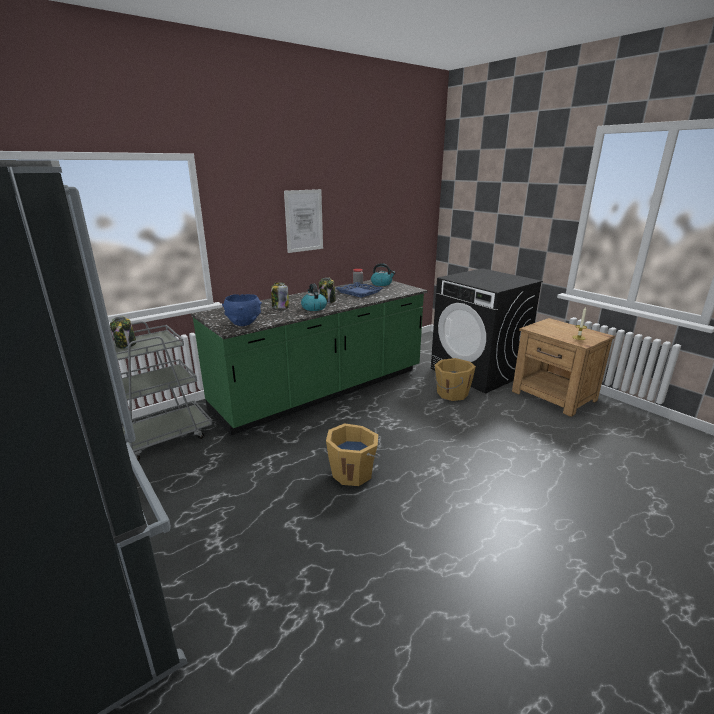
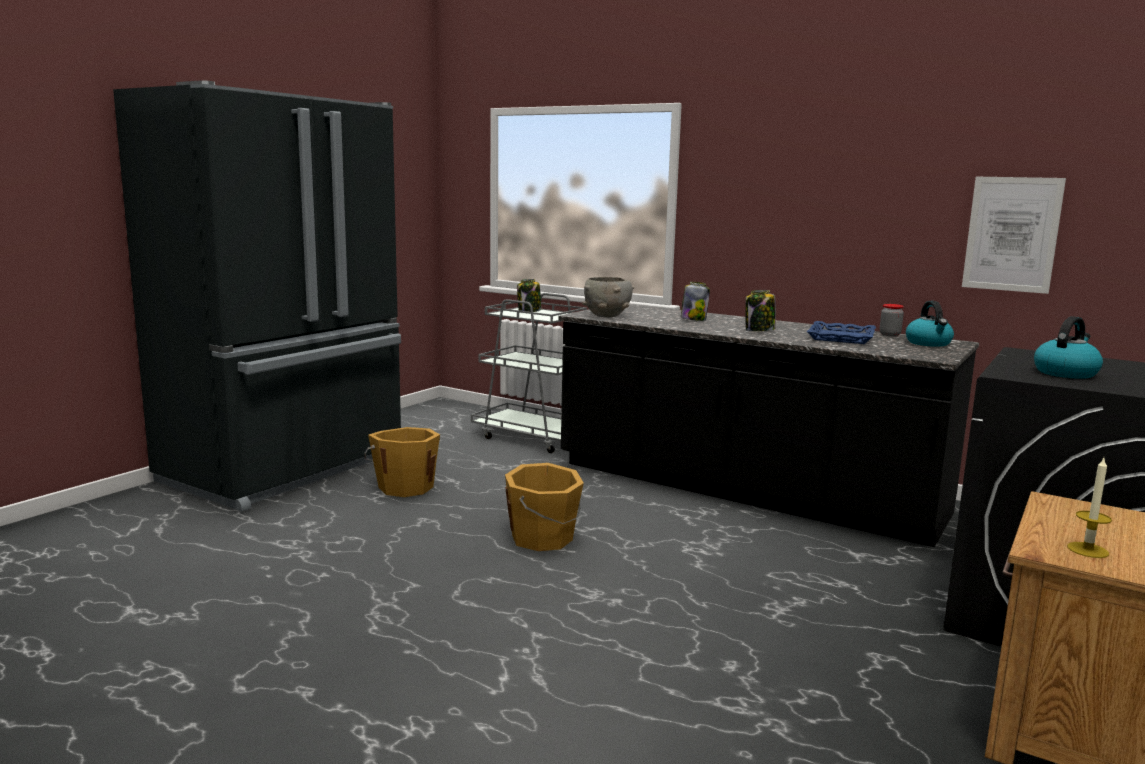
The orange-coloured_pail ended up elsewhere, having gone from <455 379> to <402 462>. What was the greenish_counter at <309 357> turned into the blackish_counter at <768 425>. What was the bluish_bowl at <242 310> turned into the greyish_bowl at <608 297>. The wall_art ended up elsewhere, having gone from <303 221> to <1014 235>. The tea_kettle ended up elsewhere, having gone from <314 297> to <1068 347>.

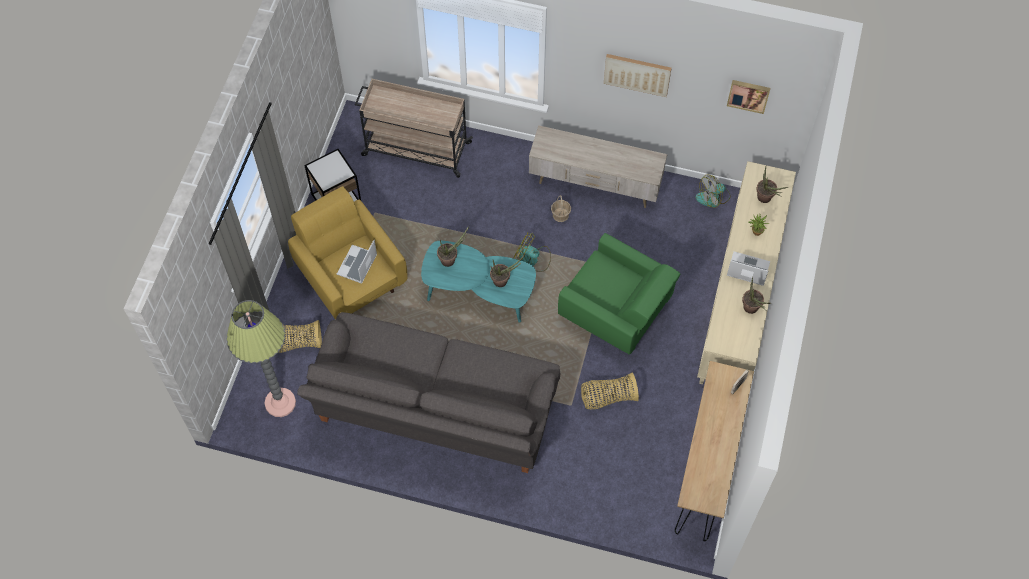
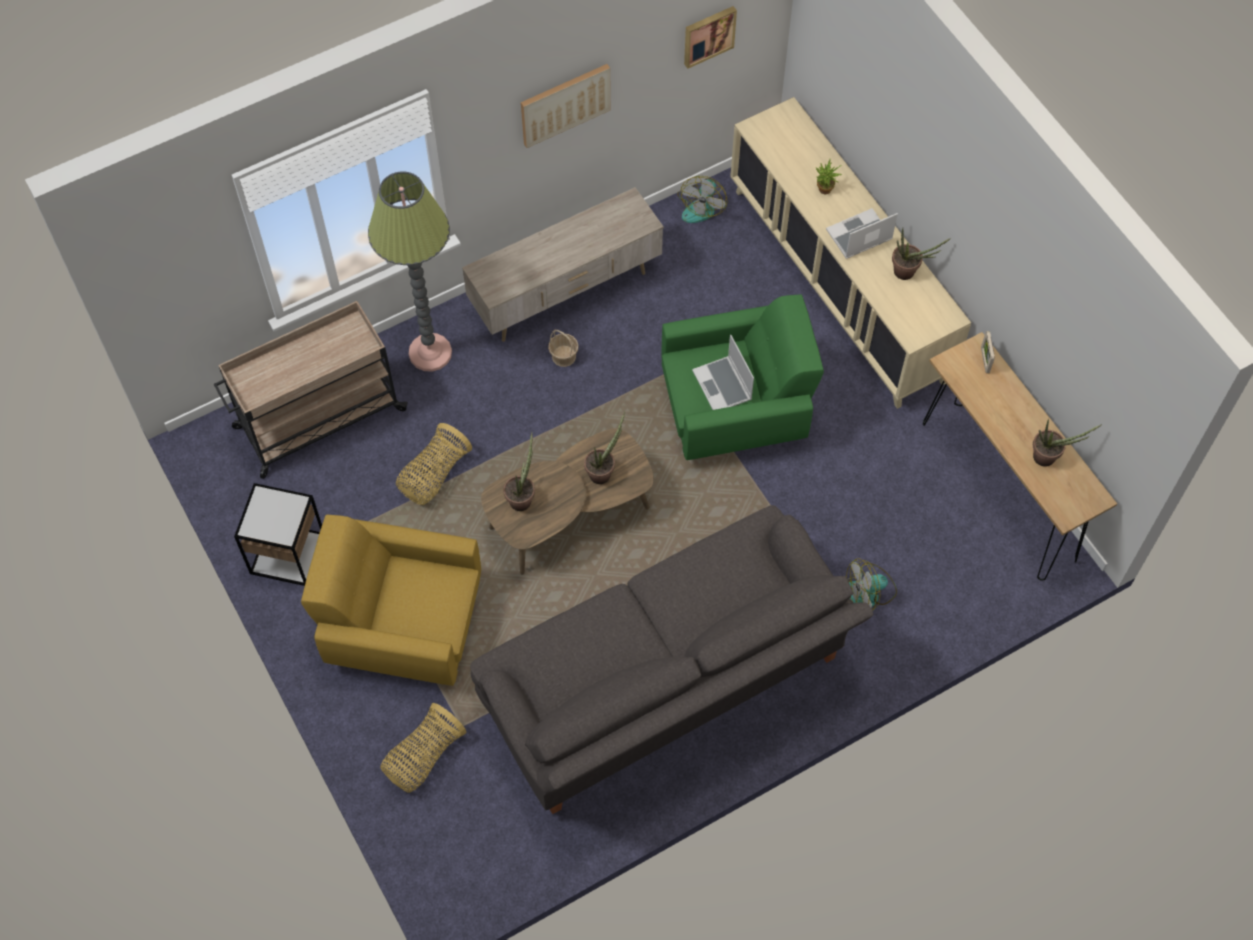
The standard_lamp ended up elsewhere, having gone from <261 358> to <410 271>. The household_basket ended up elsewhere, having gone from <610 391> to <434 464>. What was the turquoise-coloured_lounge_table at <478 282> turned into the brown_lounge_table at <567 501>. The laptop ended up elsewhere, having gone from <357 262> to <723 372>. The fan ended up elsewhere, having gone from <532 252> to <871 584>. The houseplant ended up elsewhere, having gone from <772 185> to <1067 443>.

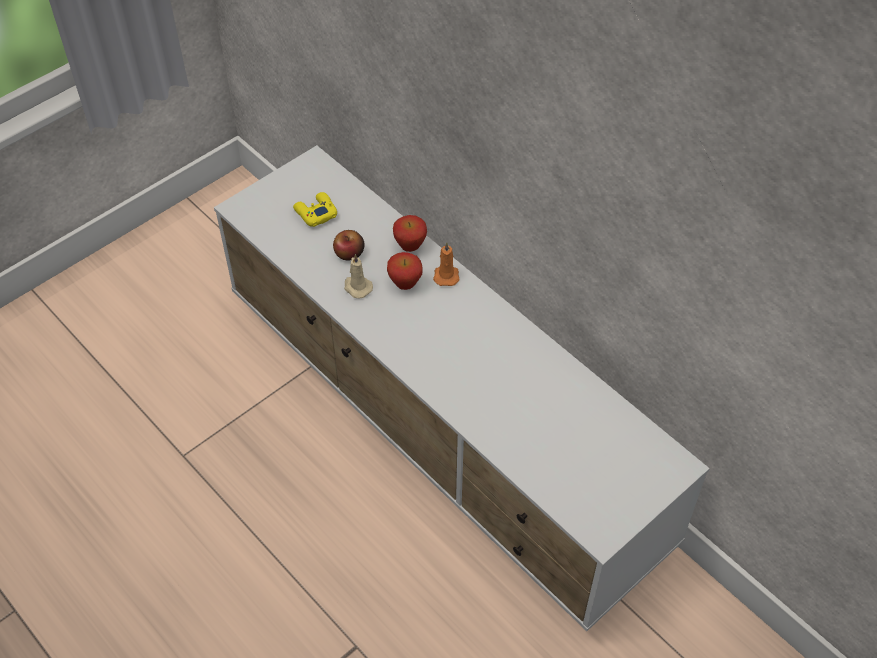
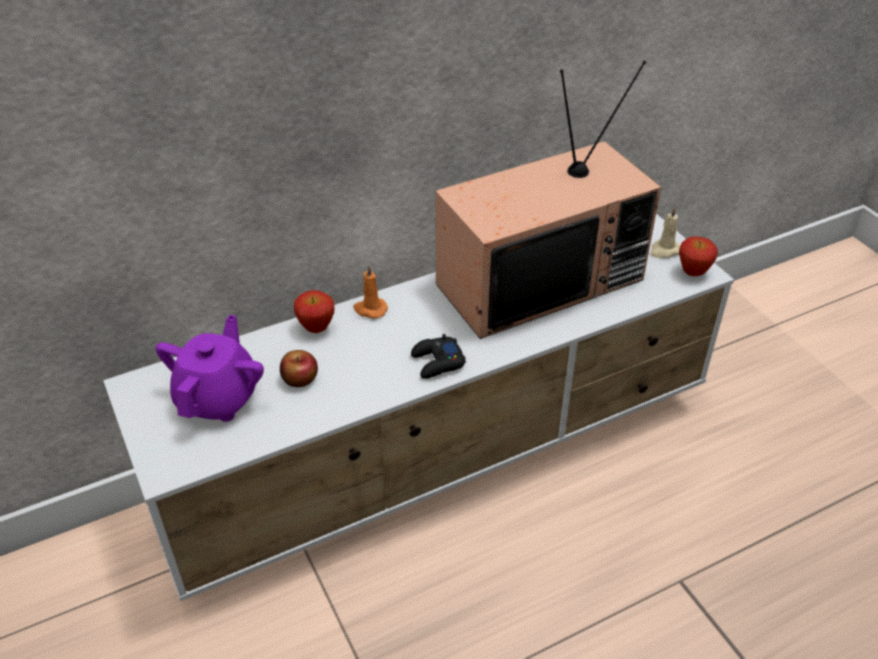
Where the yellowish_gamepad stood at <315 209>, the purple-coloured_pot_for_tea came to stand at <210 368>. The second view gained the blackish_gamepad at <438 356>. The second view gained the TV at <548 200>. The beige-coloured_wax_light ended up elsewhere, having gone from <358 276> to <665 232>. The whole_apple ended up elsewhere, having gone from <405 271> to <698 256>.

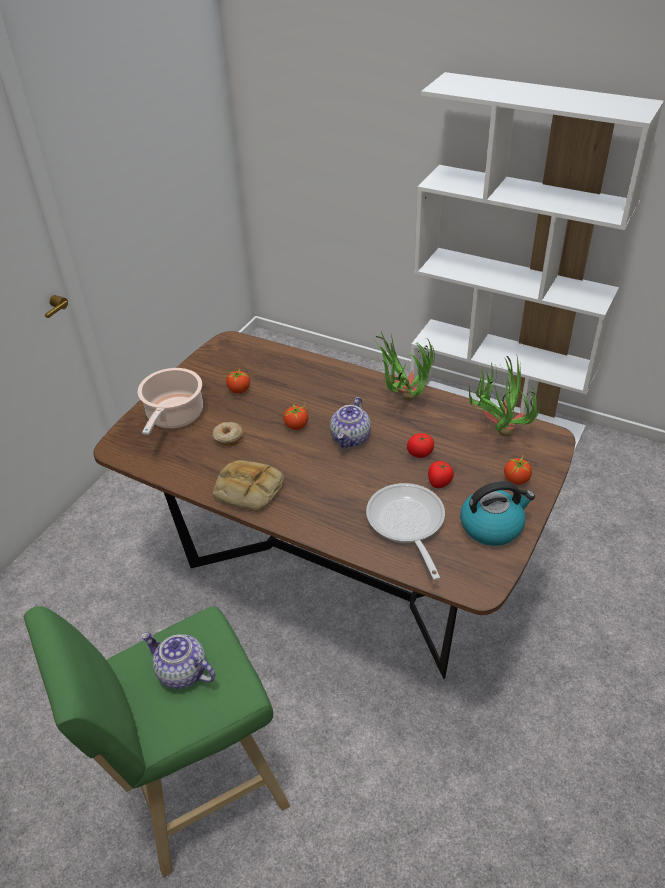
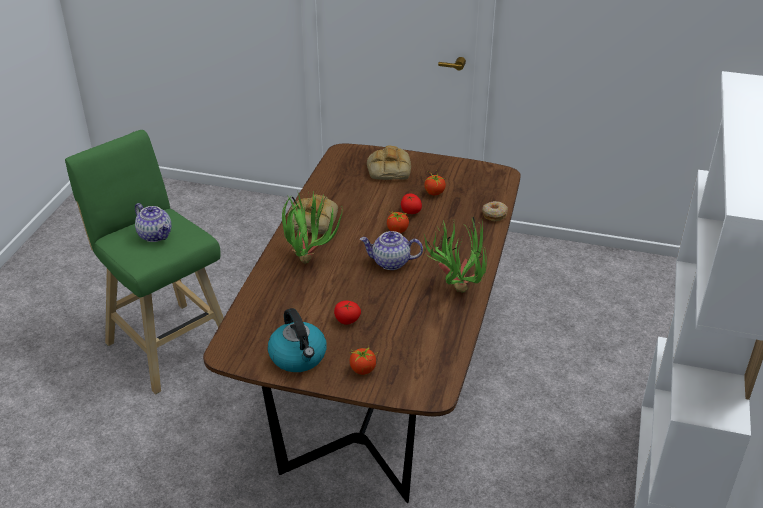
The pot_for_tea at <178 660> ended up facing another way, 120 degrees clockwise from before. The houseplant ended up elsewhere, having gone from <504 396> to <312 227>. Where the stockpot stood at <170 401>, the bakery_bread came to stand at <389 163>. The tomato ended up elsewhere, having gone from <420 445> to <411 204>. The ring_doughnut ended up elsewhere, having gone from <228 434> to <495 211>. The second view lost the skillet at <405 531>.

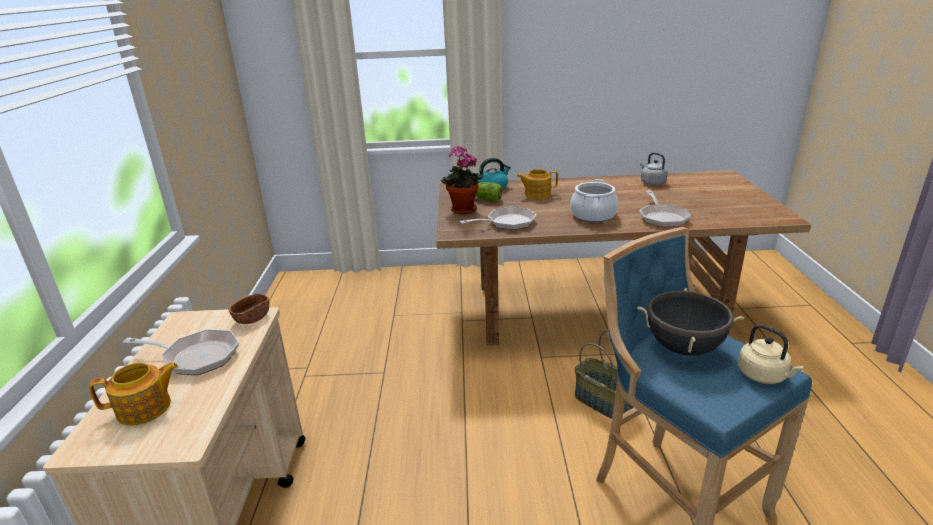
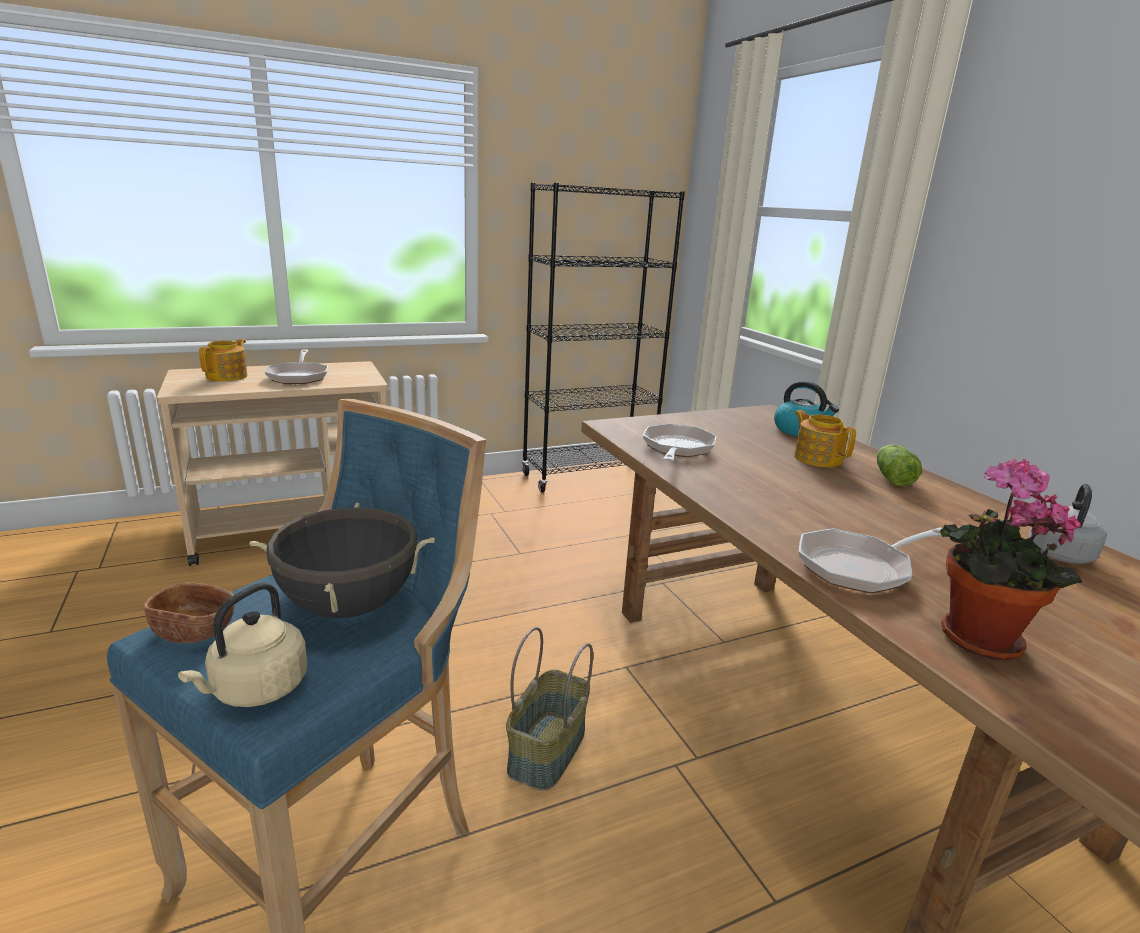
The brown_bowl ended up elsewhere, having gone from <249 309> to <189 612>. The pot_for_tea at <133 394> ended up facing another way, 120 degrees counterclockwise from before. The second view gained the blackish_bookcase at <603 338>. The skillet at <498 218> ended up facing another way, 120 degrees counterclockwise from before. The lettuce_head ended up elsewhere, having gone from <489 192> to <899 465>. The houseplant ended up elsewhere, having gone from <462 180> to <1011 559>. The second view lost the stockpot at <594 201>.

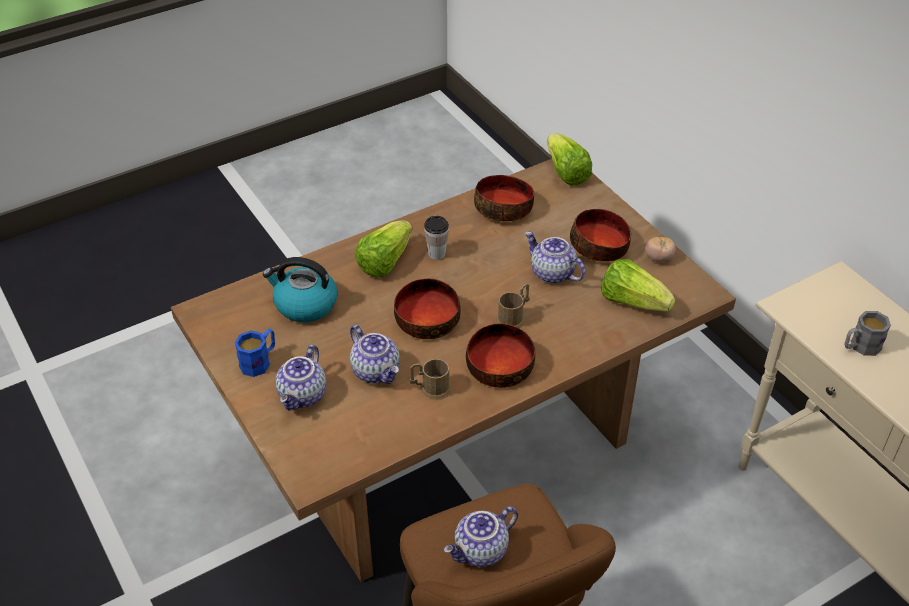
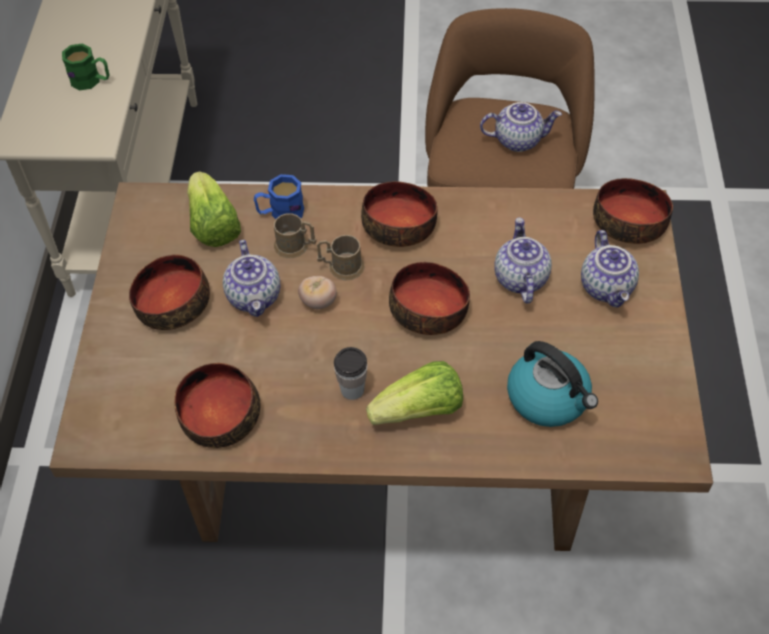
What was the greyish_tea_mug at <867 333> turned into the greenish_tea_mug at <85 66>. The bluish_tea_mug ended up elsewhere, having gone from <255 353> to <279 196>. The brown_tea_mug ended up elsewhere, having gone from <431 379> to <295 235>. The tomato ended up elsewhere, having gone from <660 249> to <317 292>. The pot_for_tea at <301 377> ended up facing another way, 120 degrees clockwise from before. The second view gained the bowl at <633 211>. The second view lost the lettuce_head at <569 159>.

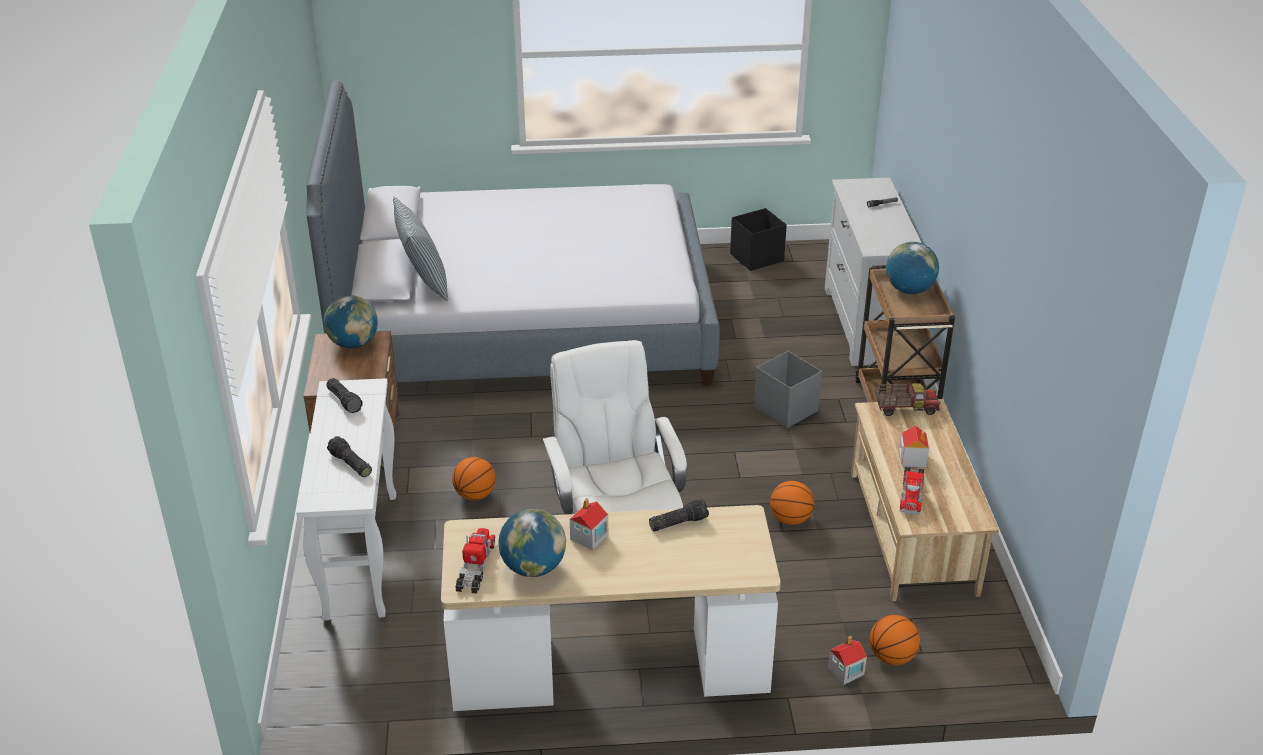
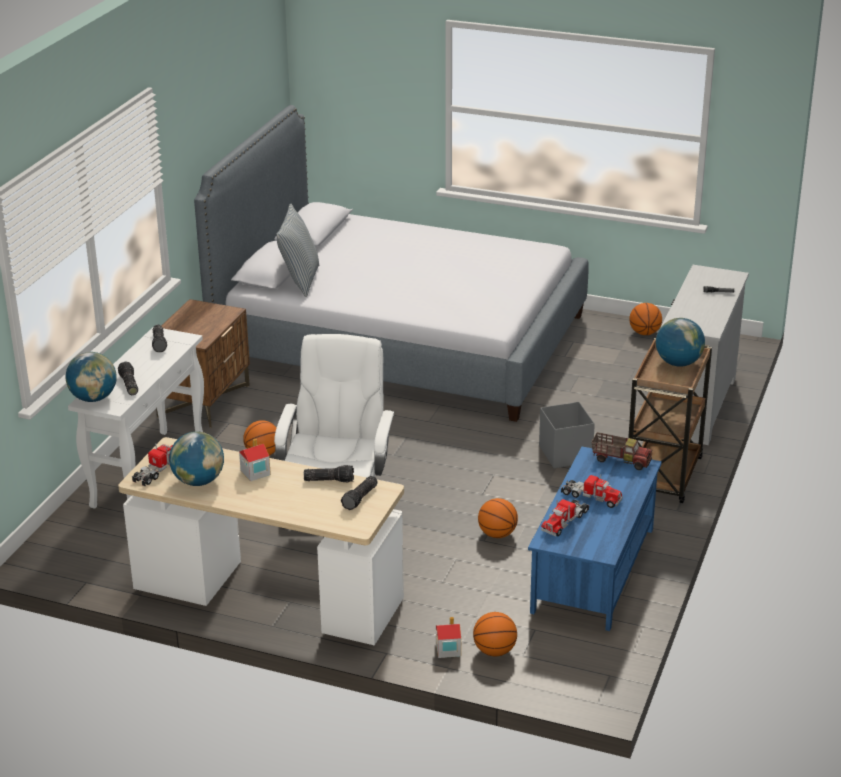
The desk_globe ended up elsewhere, having gone from <351 322> to <91 377>. The second view gained the flashlight at <359 493>. What was the beige-coloured_lounge_table at <925 500> turned into the bluish_lounge_table at <595 538>. Where the miniature_house stood at <914 446>, the toy_lorry came to stand at <592 491>. Where the blackish_storage_bin stood at <758 239>, the basketball_ball came to stand at <645 319>.

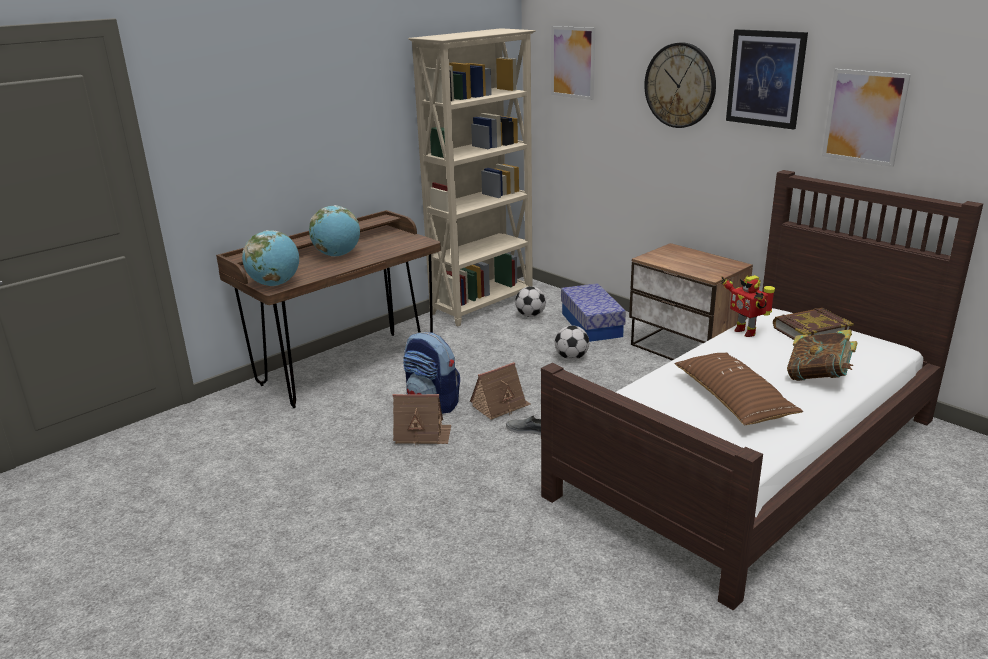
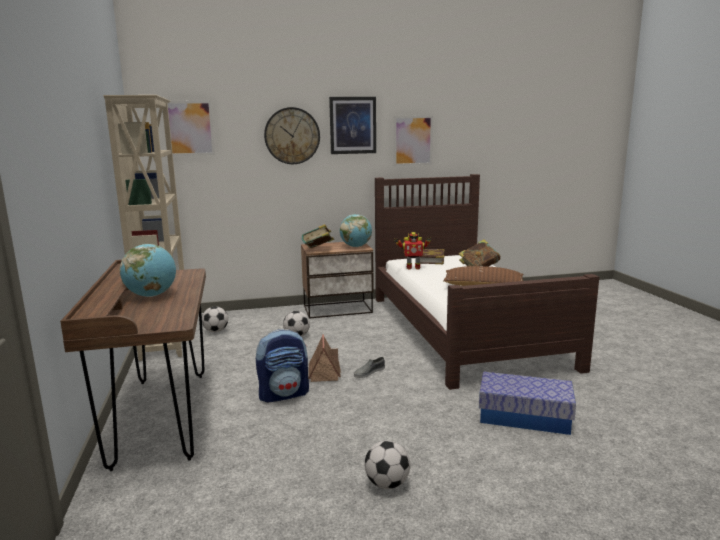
The second view gained the volume at <318 236>. The desk_globe ended up elsewhere, having gone from <270 258> to <356 230>. The second view gained the football_ball at <387 464>. The storage_bin ended up elsewhere, having gone from <593 312> to <527 403>. The second view lost the miniature_house at <422 419>.

